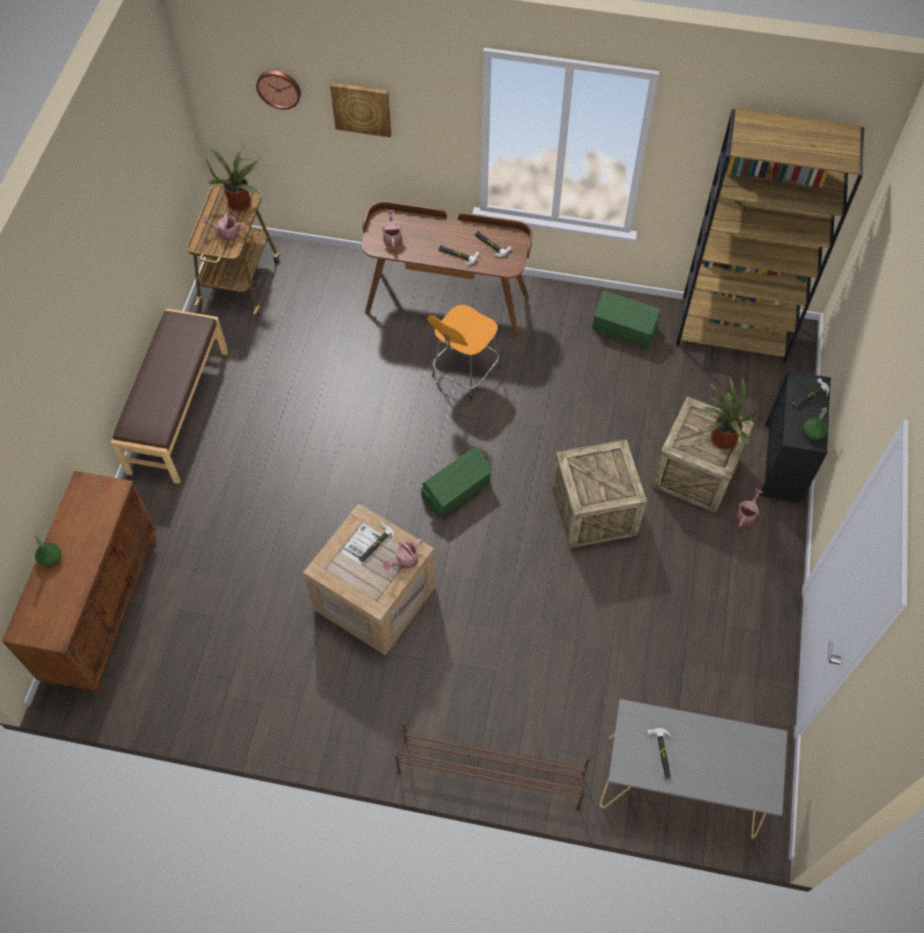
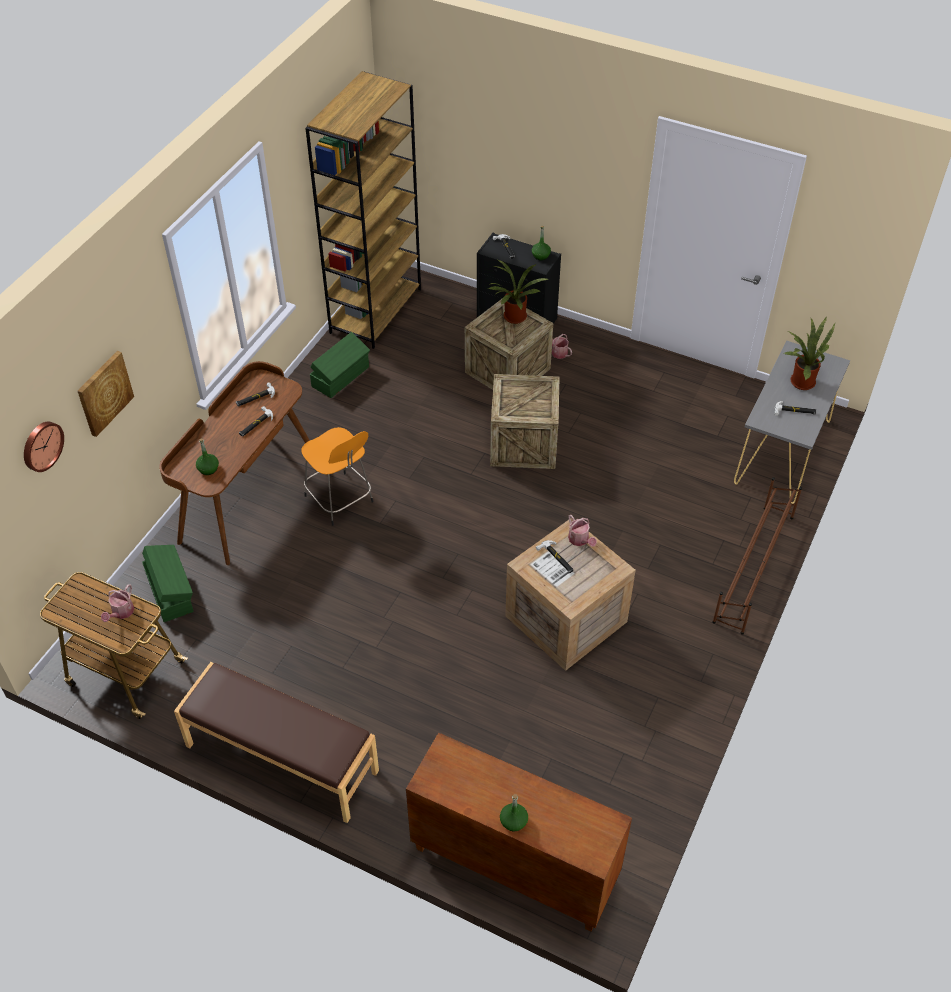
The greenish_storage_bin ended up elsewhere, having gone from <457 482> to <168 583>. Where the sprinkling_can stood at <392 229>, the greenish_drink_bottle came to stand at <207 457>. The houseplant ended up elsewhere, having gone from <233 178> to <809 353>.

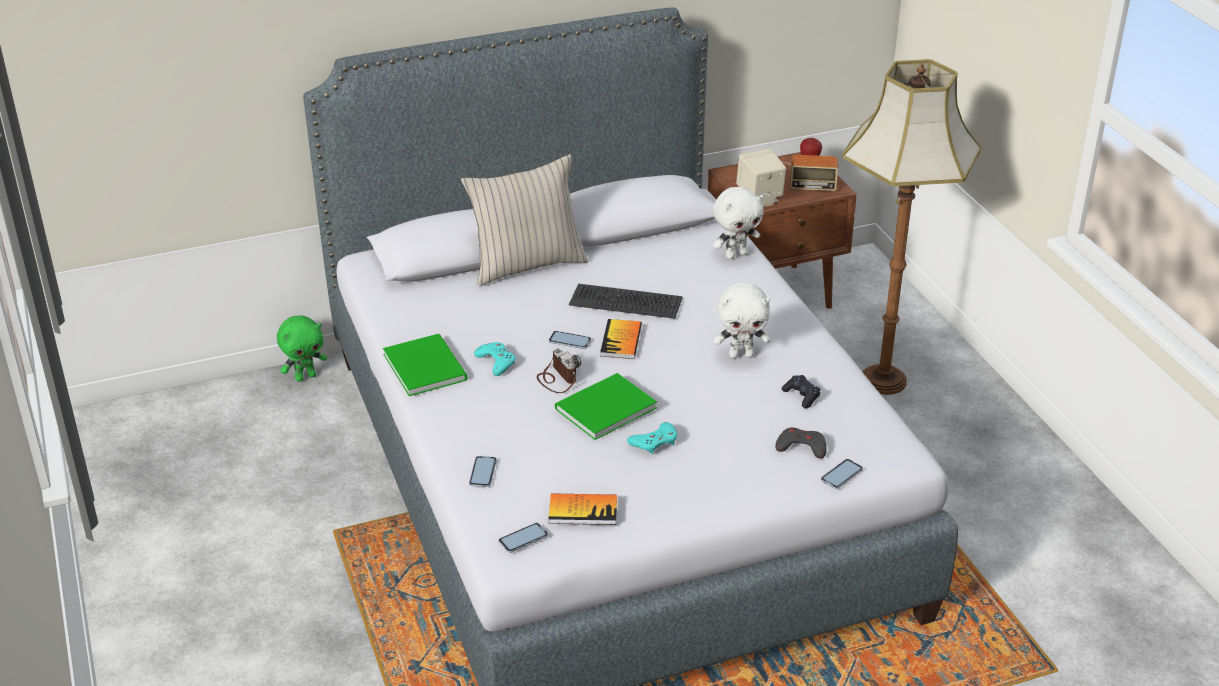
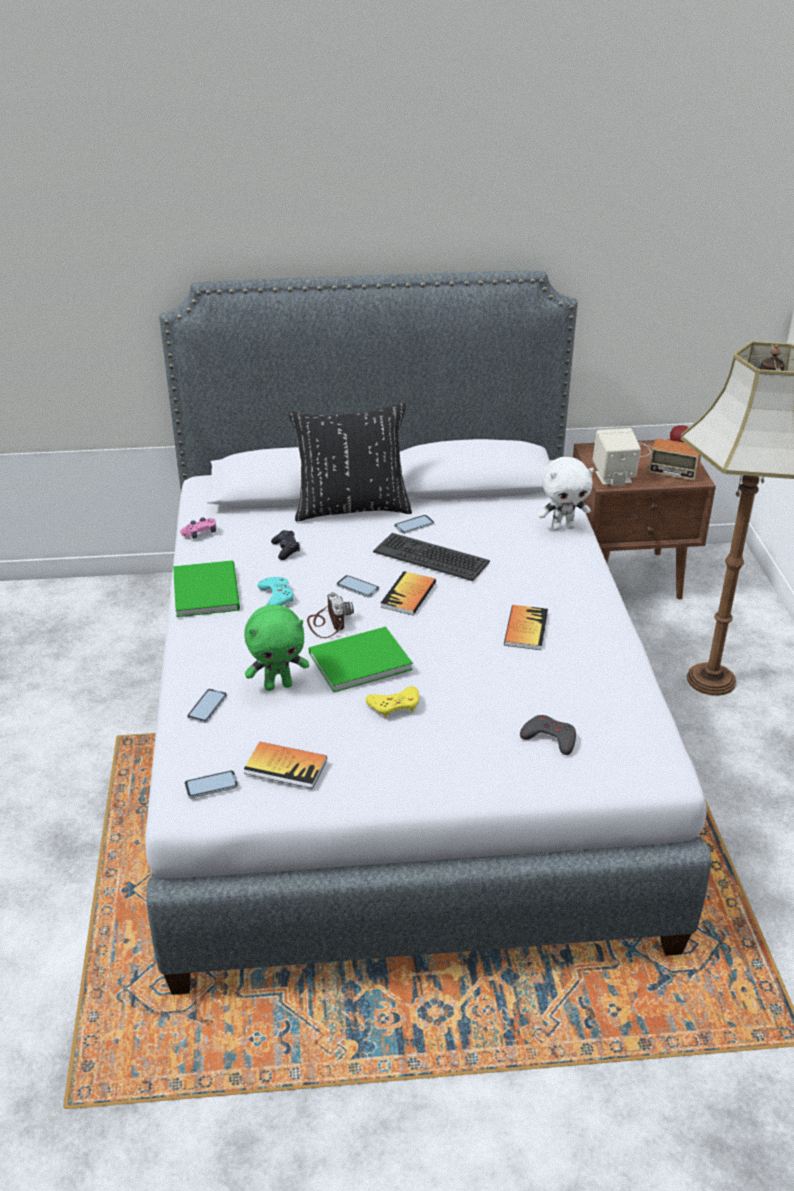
The second view gained the pink-coloured_gamepad at <198 528>. The greenish_plush_toy ended up elsewhere, having gone from <302 349> to <276 648>. The blackish_gamepad ended up elsewhere, having gone from <801 391> to <285 545>. What was the beige-coloured_cushion at <524 220> turned into the blackish_cushion at <350 462>. What was the turquoise-coloured_gamepad at <652 438> turned into the yellowish_gamepad at <392 702>. The handset ended up elsewhere, having gone from <842 474> to <414 524>. Where the whitish_plush_toy stood at <742 320>, the volume came to stand at <526 627>.

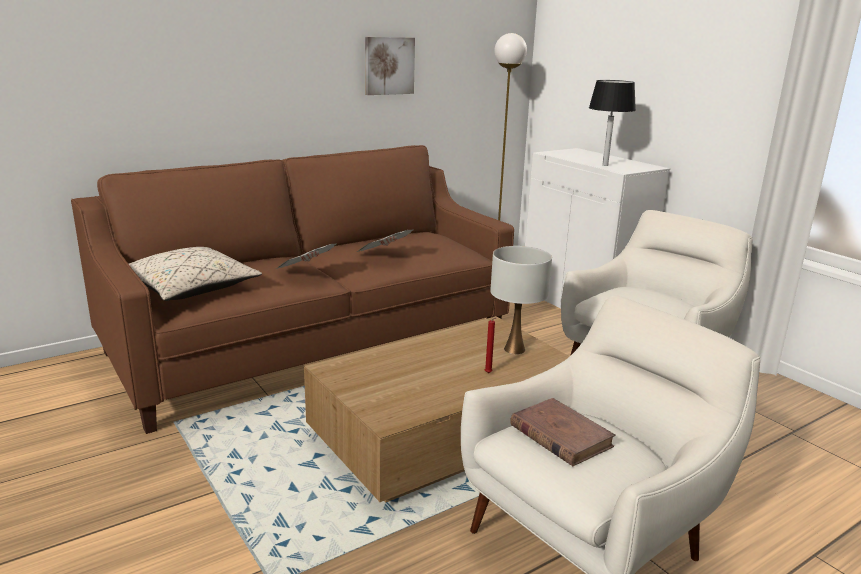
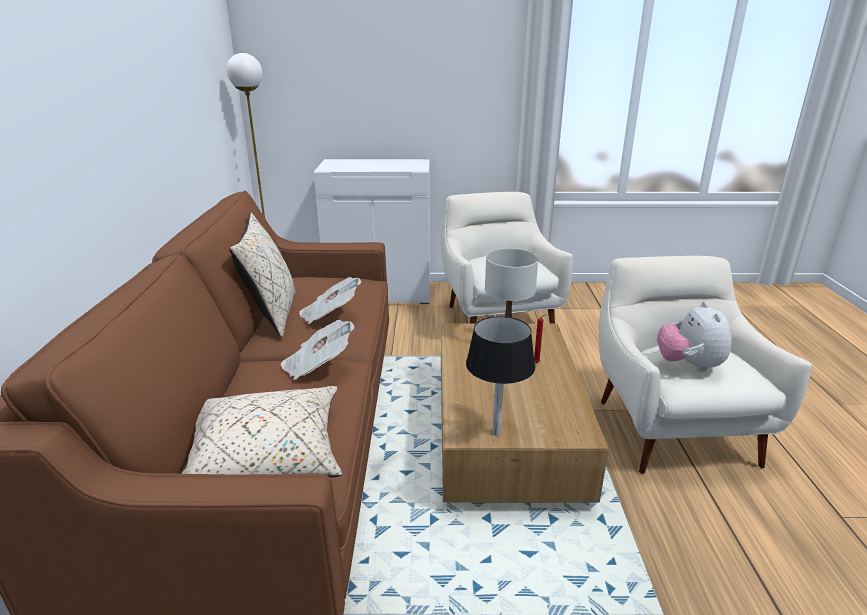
The second view gained the beige-coloured_cushion at <262 275>. The blackish_lamp_for_a_table ended up elsewhere, having gone from <612 123> to <500 375>. Where the brown_volume stood at <563 432>, the plush_toy came to stand at <694 337>. The second view lost the wall_art at <390 66>.

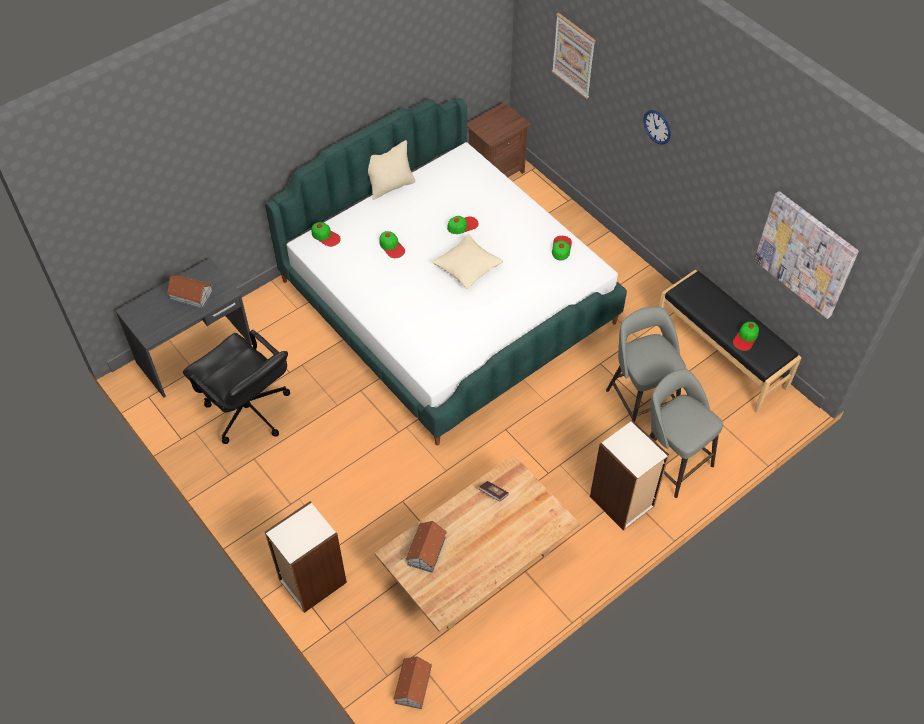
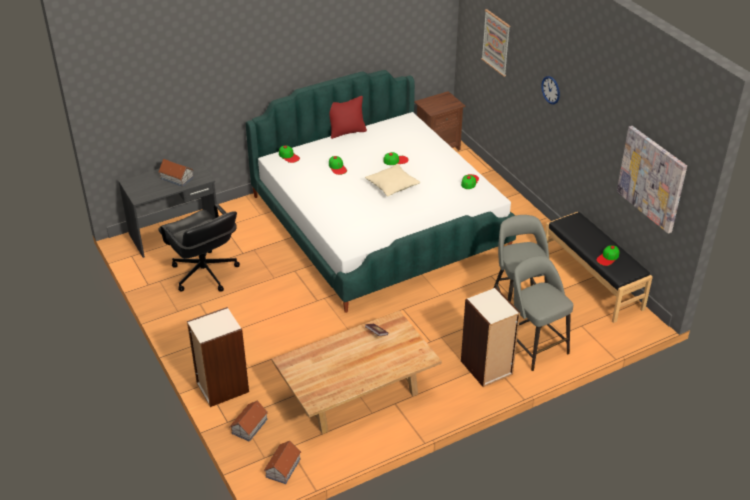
The miniature_house ended up elsewhere, having gone from <426 547> to <249 421>. What was the beige-coloured_cushion at <392 170> turned into the red-coloured_cushion at <348 117>.

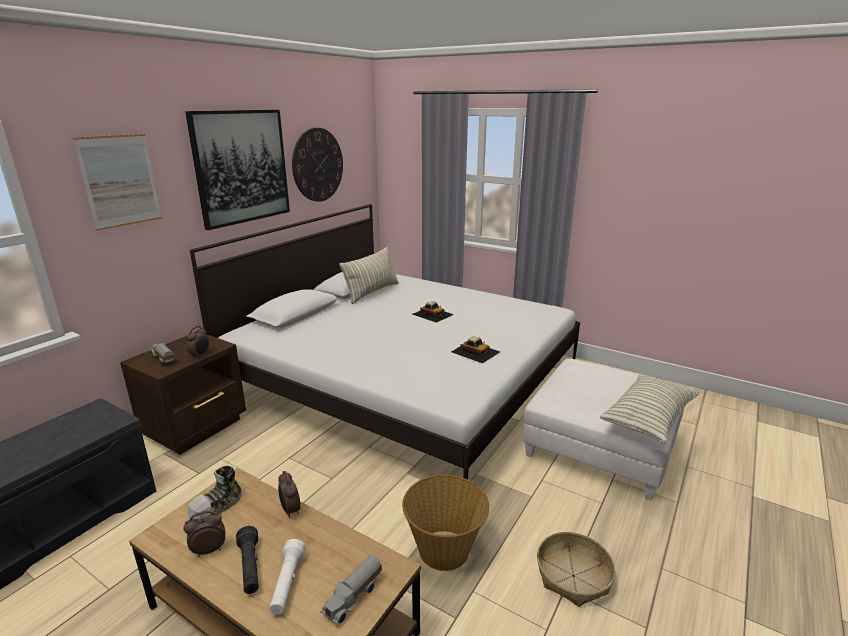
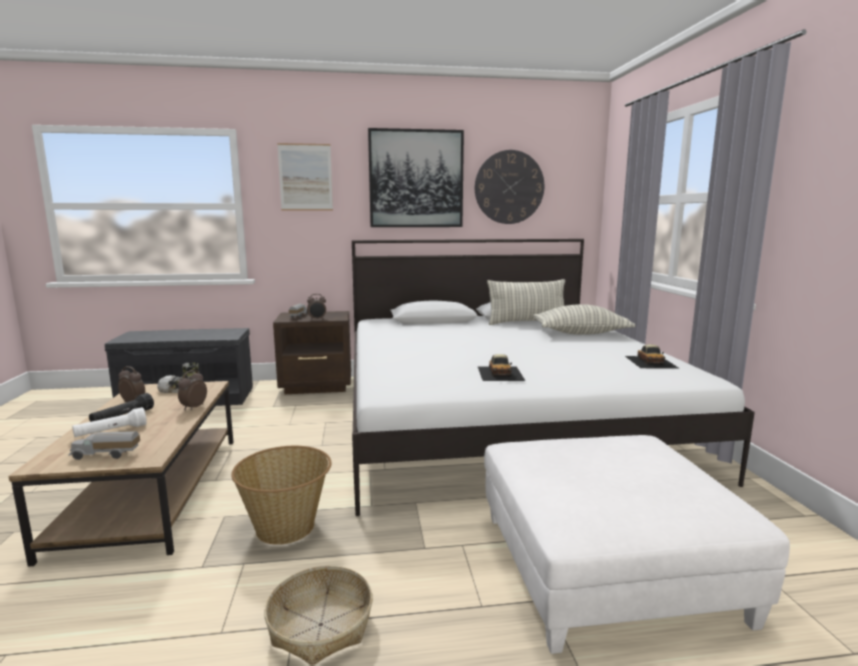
The cushion ended up elsewhere, having gone from <649 409> to <584 319>. The miniature_car ended up elsewhere, having gone from <433 312> to <652 356>.

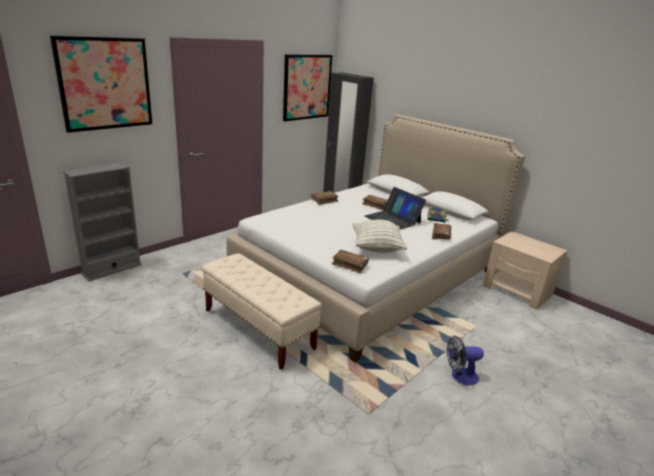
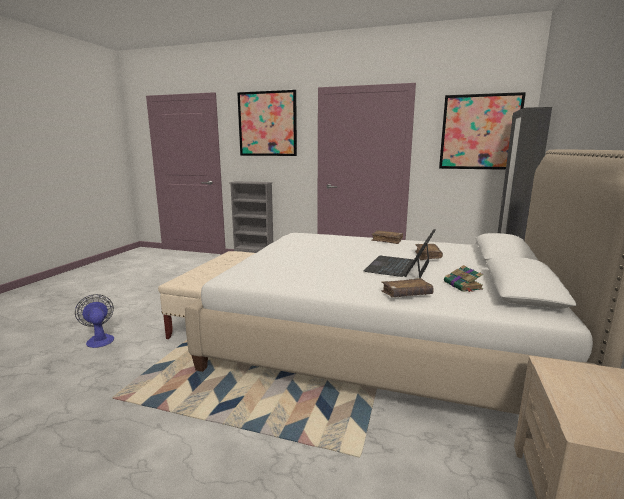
The fan ended up elsewhere, having gone from <465 360> to <94 321>. The second view lost the brown_volume at <350 261>. The second view lost the cushion at <379 236>.

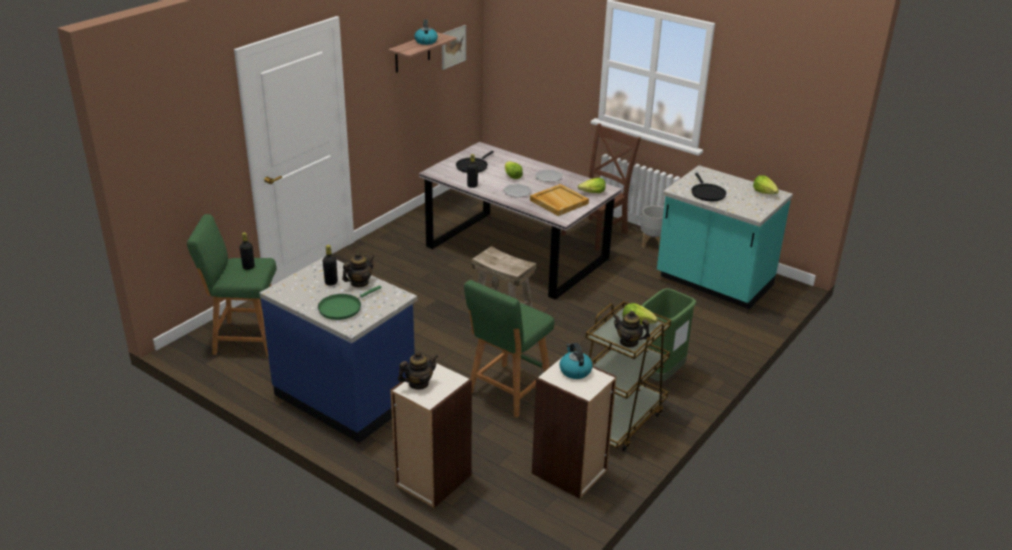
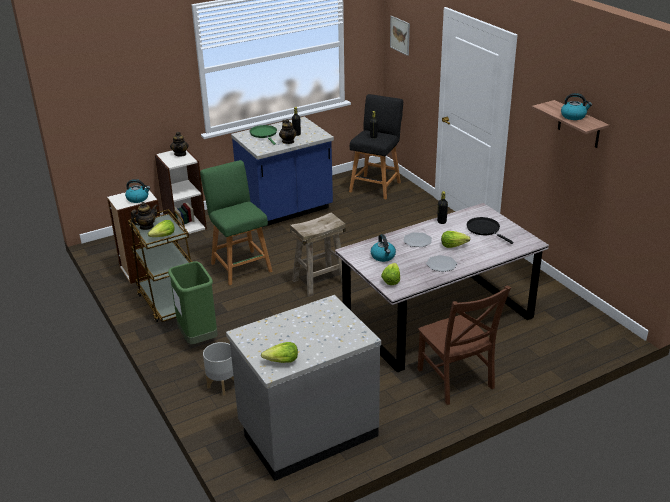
The greyish_plant_pot ended up elsewhere, having gone from <652 227> to <218 369>. What was the turquoise-coloured_counter at <725 237> turned into the greyish_counter at <303 388>. What was the greenish_stool_seat at <232 285> turned into the blackish_stool_seat at <376 146>. Where the beige-coloured_serving_tray stood at <559 200>, the tea_kettle came to stand at <383 248>. The wall_art ended up elsewhere, having gone from <454 47> to <400 36>. The second view lost the blackish_skillet at <708 187>.

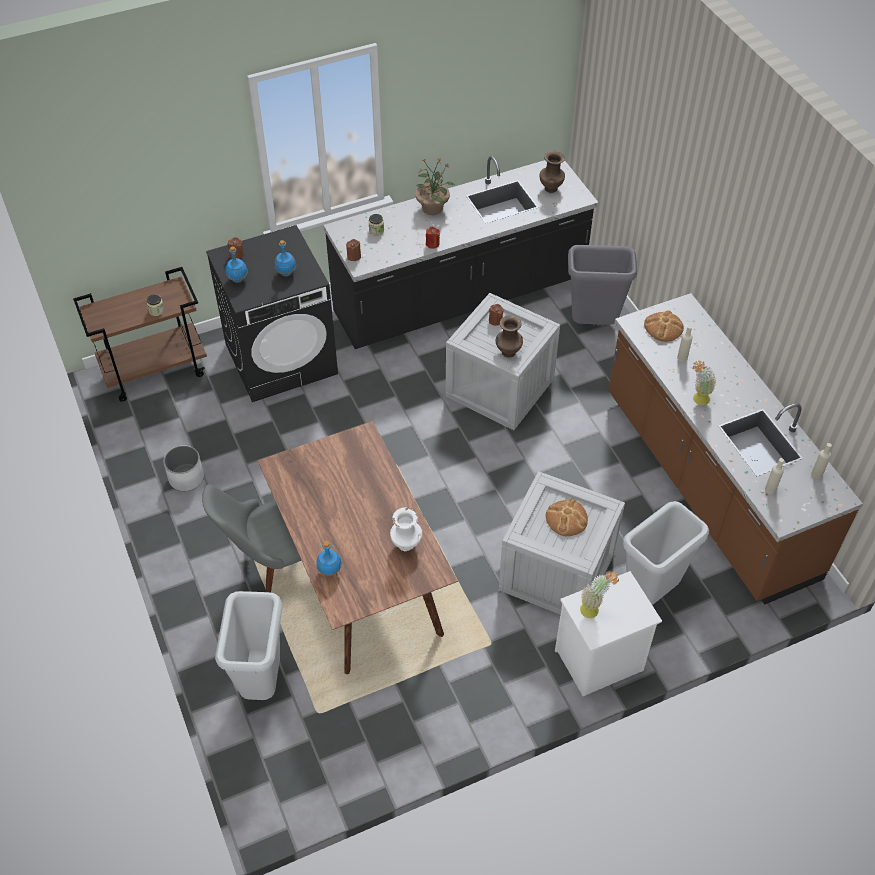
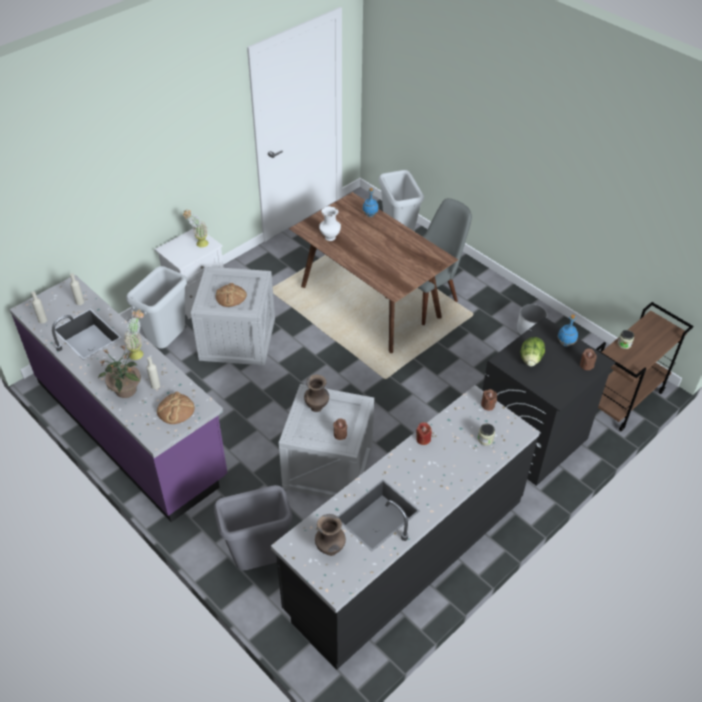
What was the brown_counter at <735 449> turned into the purple-coloured_counter at <118 398>. The houseplant ended up elsewhere, having gone from <435 186> to <119 371>. Where the bluish_drink_bottle stood at <285 258>, the lettuce_head came to stand at <532 352>.

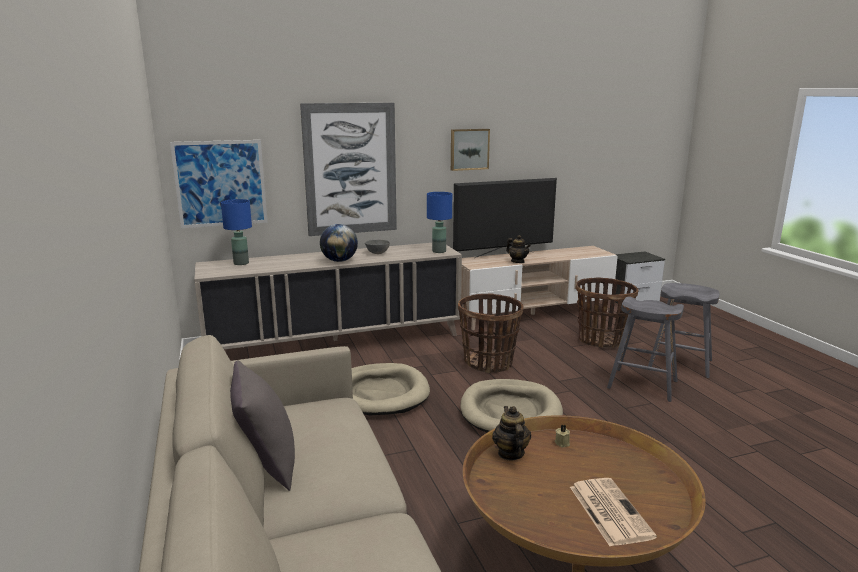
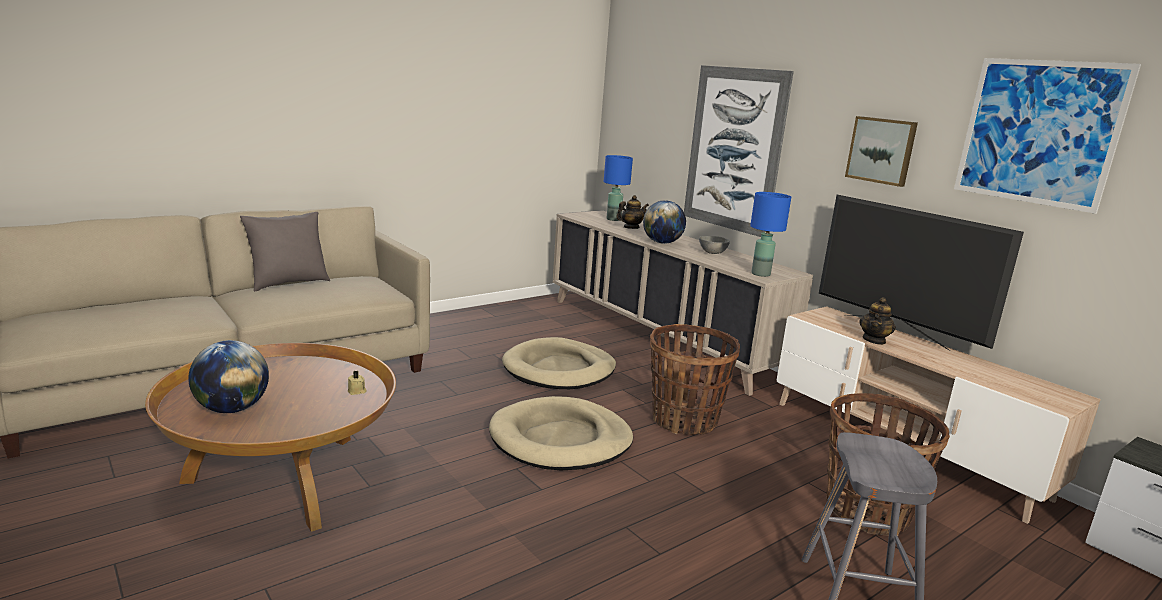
Where the newspaper stood at <613 512>, the desk_globe came to stand at <228 376>. The pot_for_tea ended up elsewhere, having gone from <511 433> to <632 212>. The wall_art ended up elsewhere, having gone from <219 184> to <1047 136>. The second view lost the greyish_stool_seat at <645 349>.

